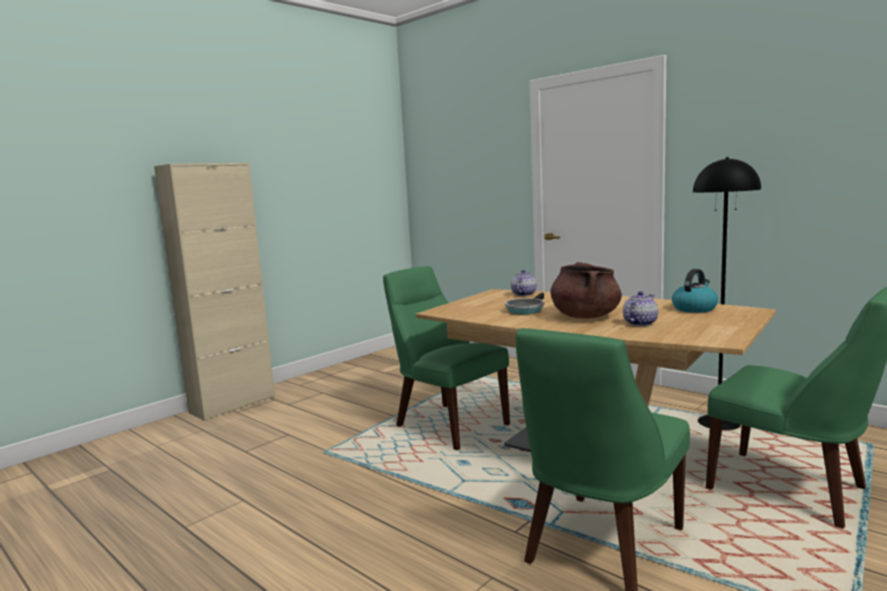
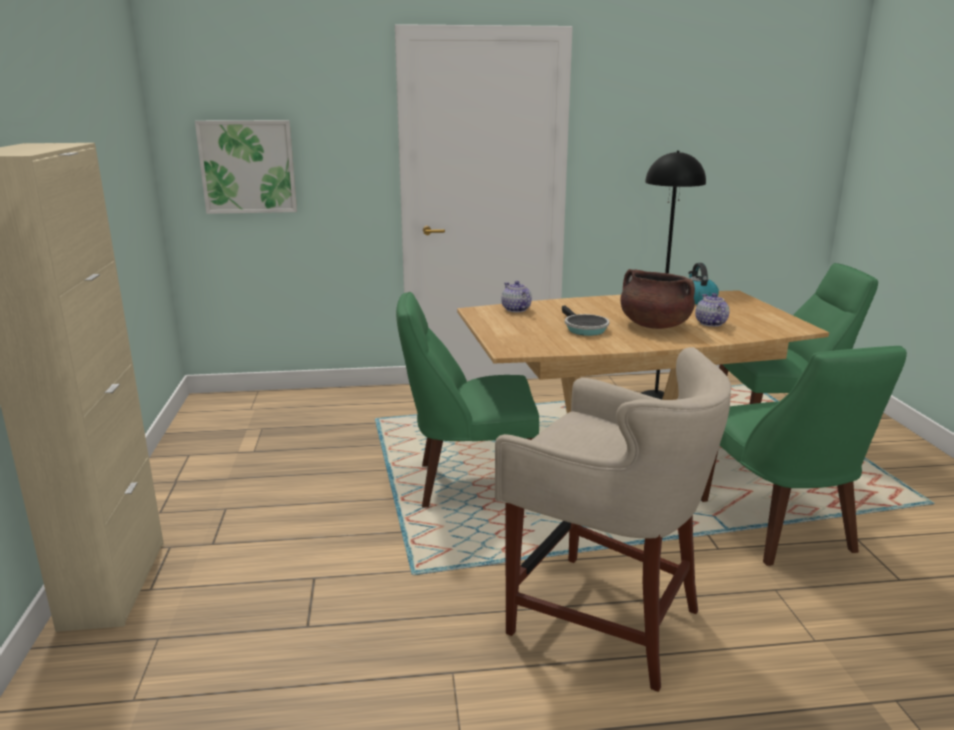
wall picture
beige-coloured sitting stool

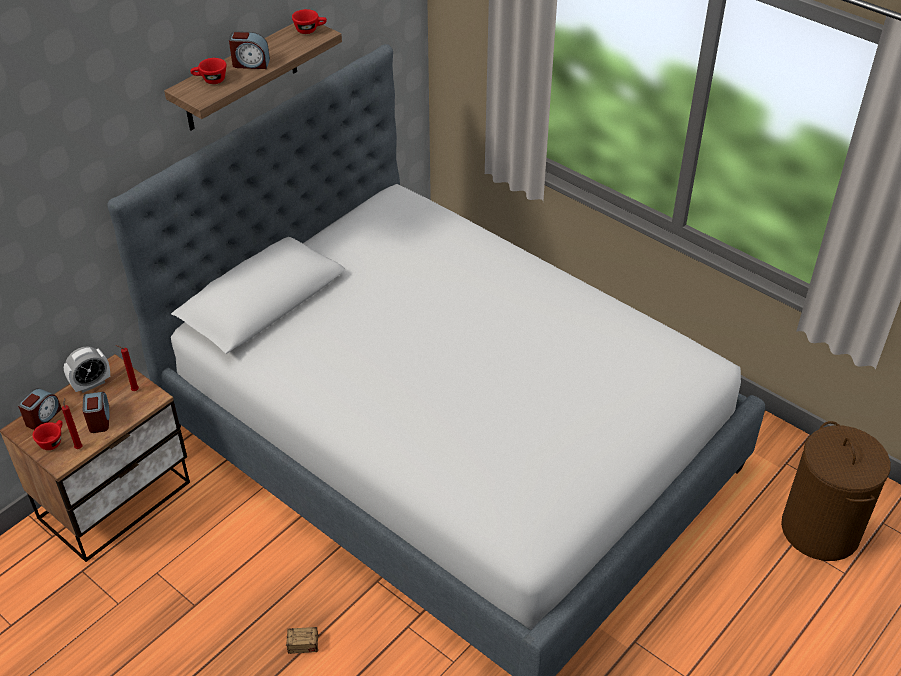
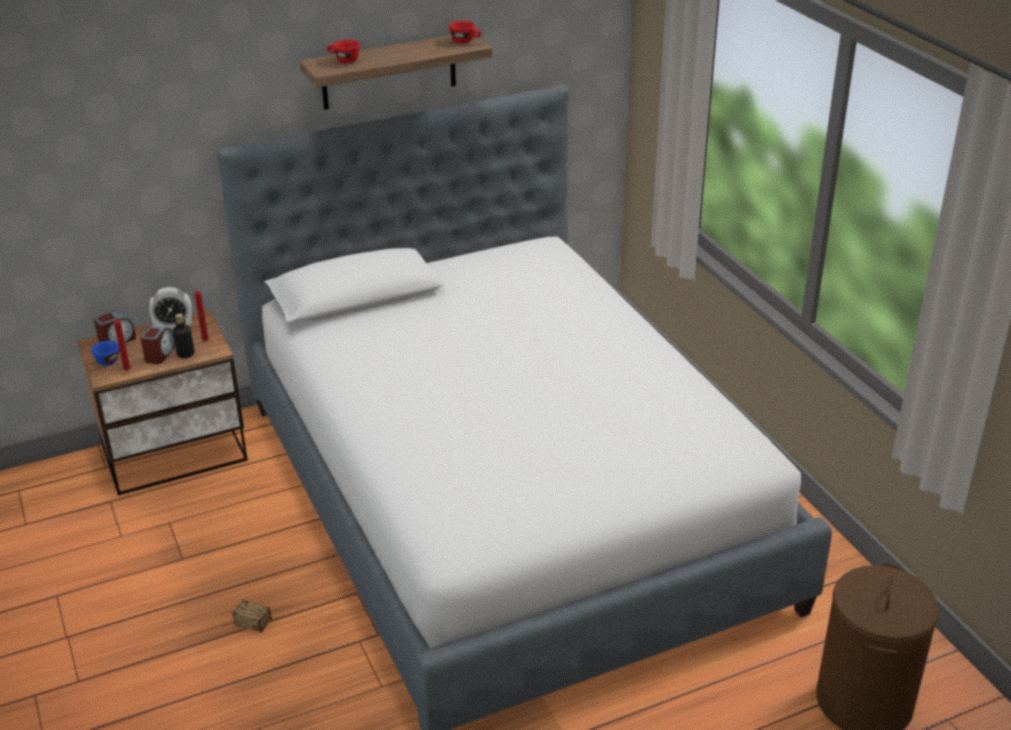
bedside clock (4th from left in the first image)
bottle
blue-coloured drinking cup

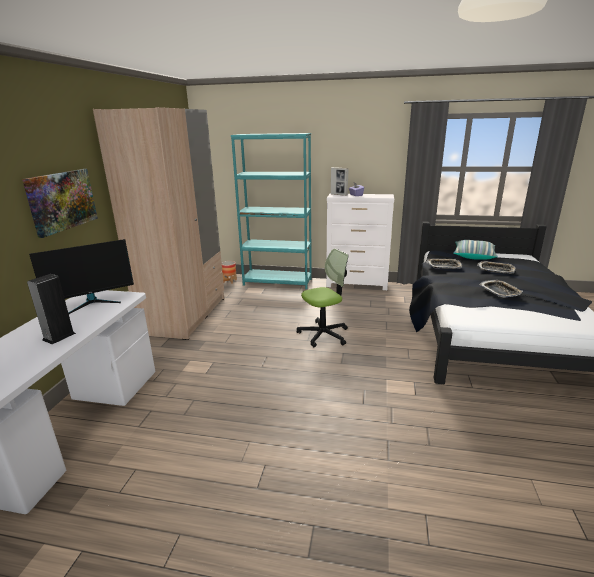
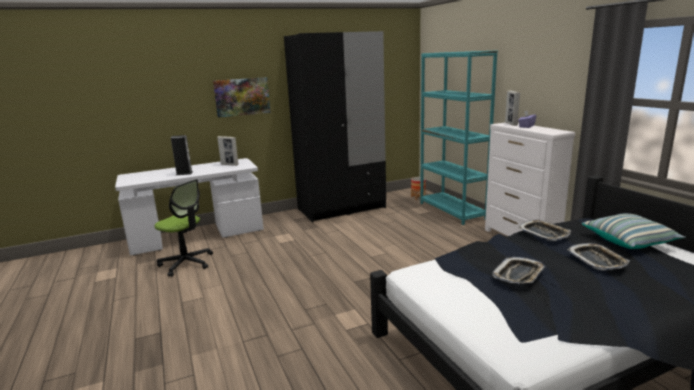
office chair
photo frame (1st from left)
black-coloured clothes cupboard

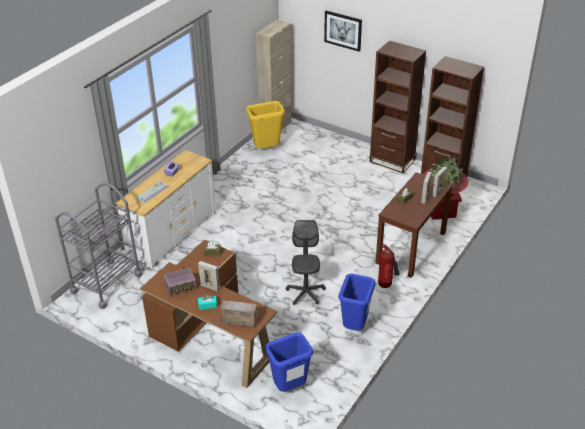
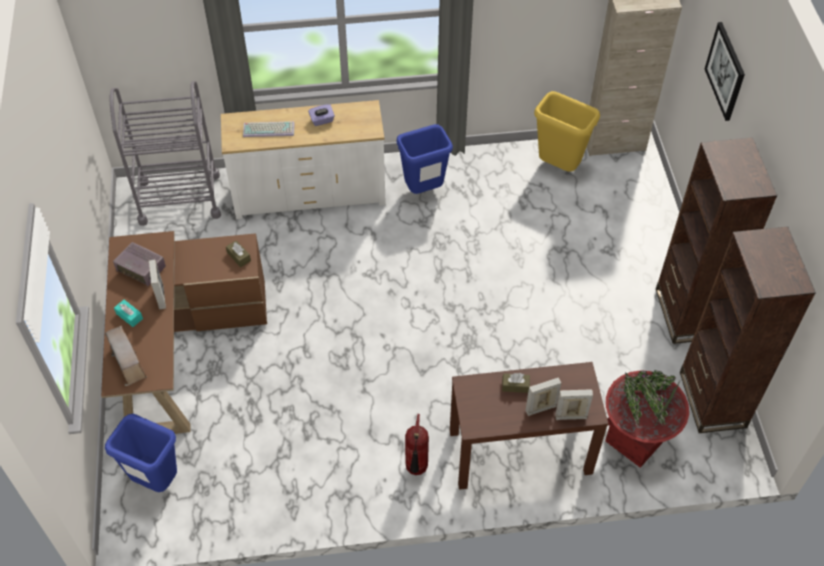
grey office chair
blue-coloured waste bin (2nd from left)

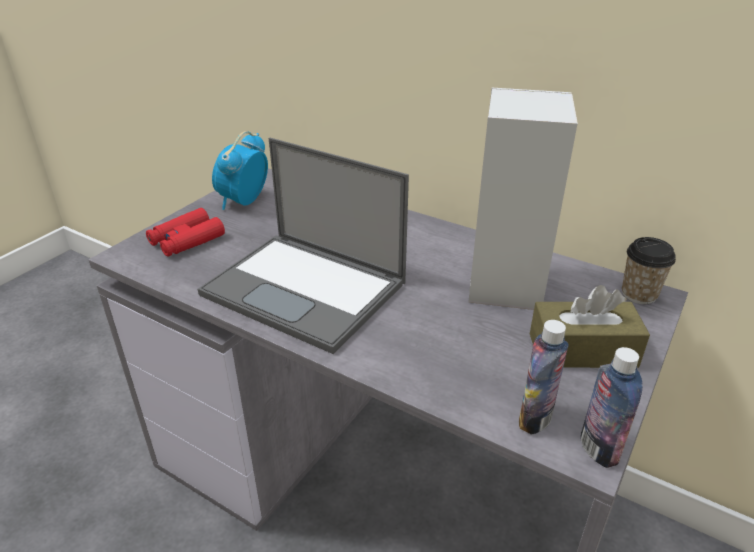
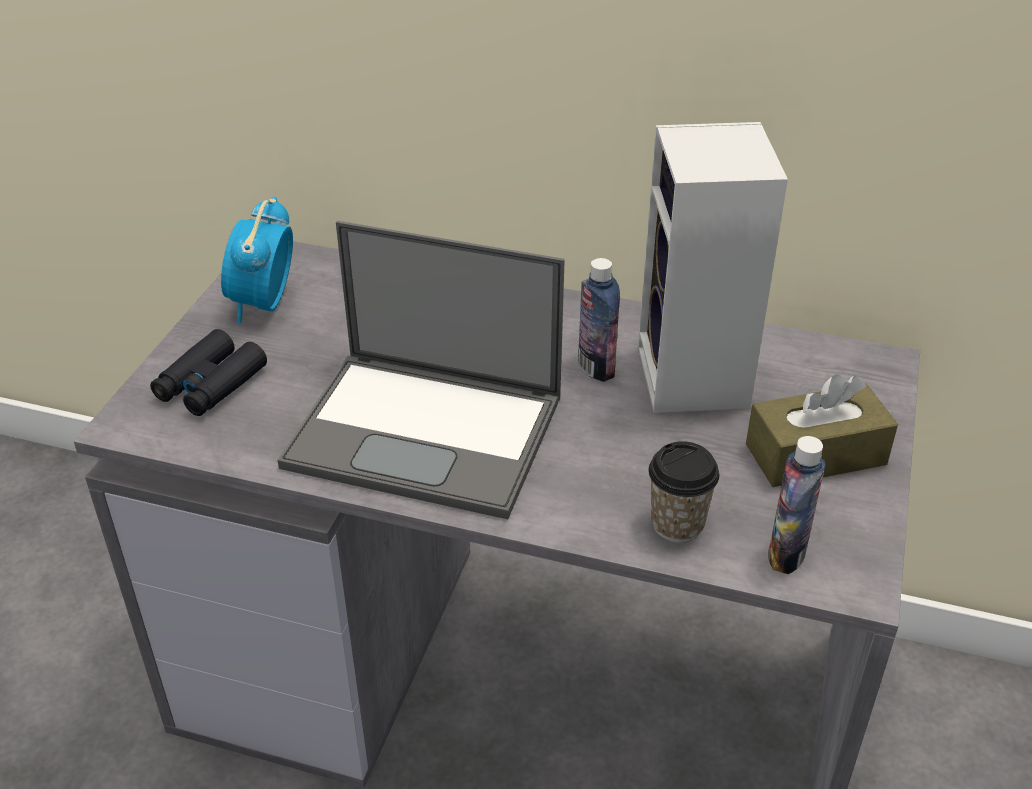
bottle (1st from left)
drinking cup
black-coloured binoculars

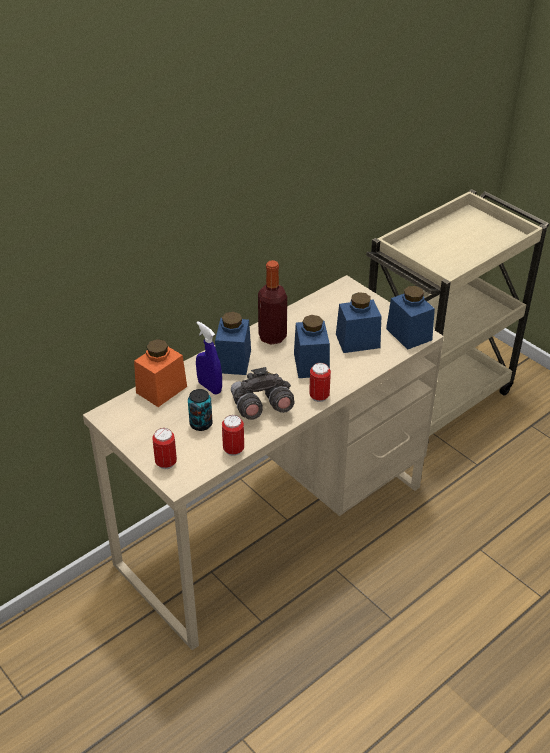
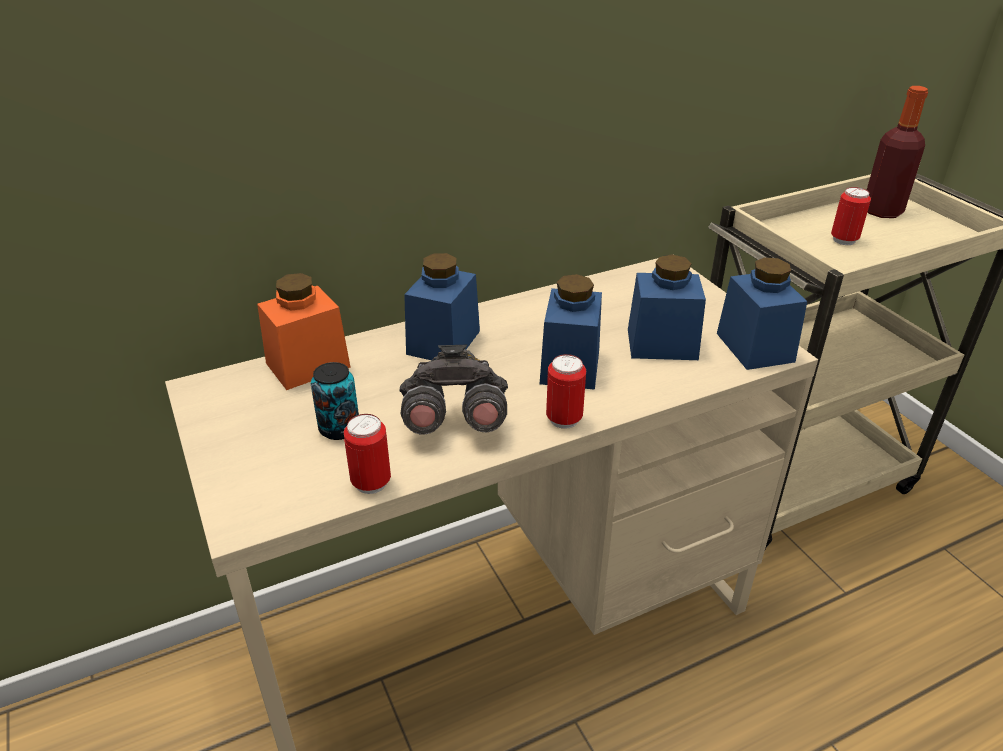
blue-coloured hand sprayer
sealed can (4th from left)
bottle

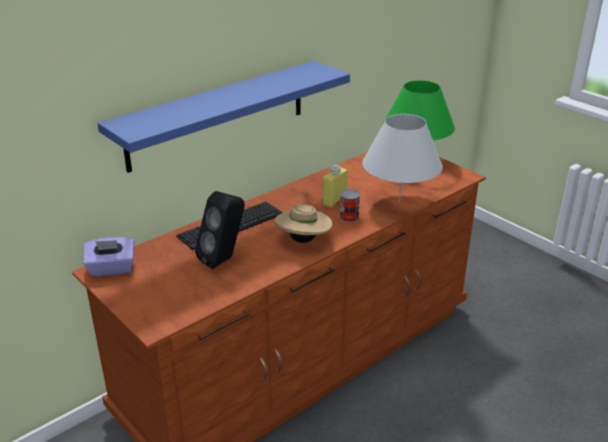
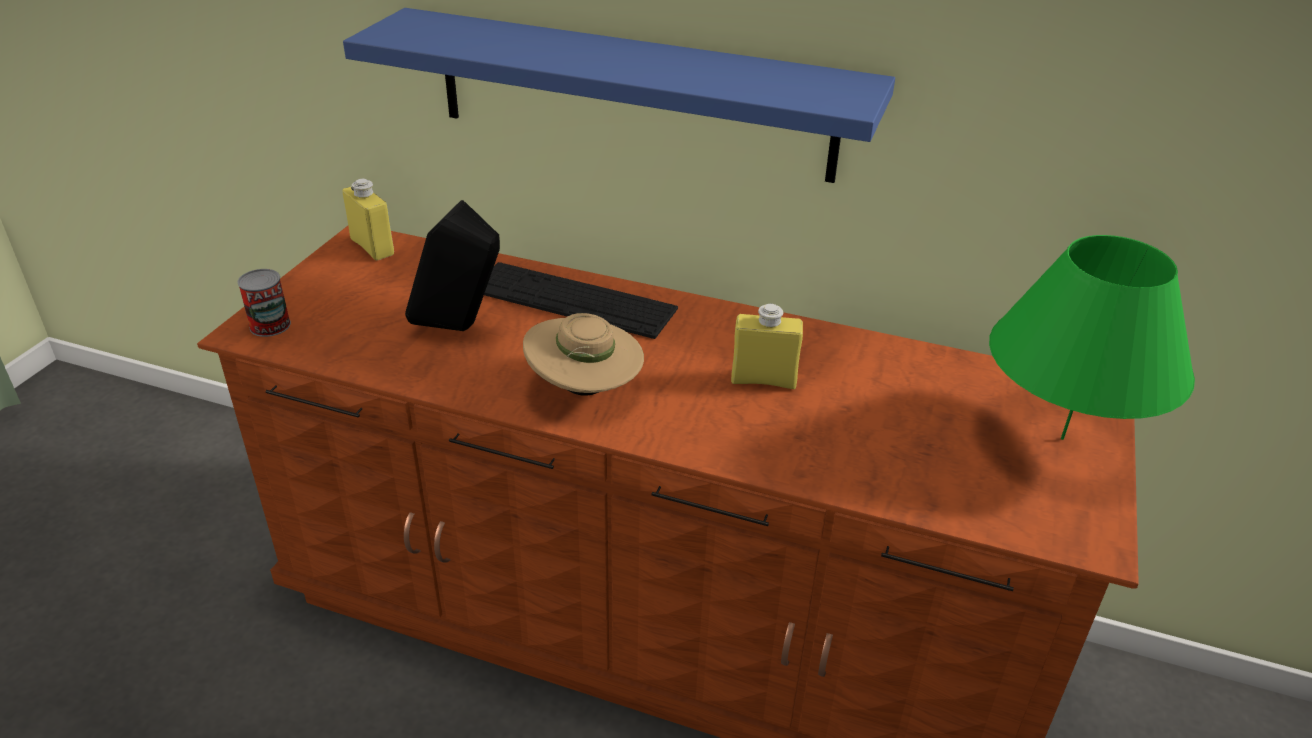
white-coloured table lamp
sealed can
yellow bottle (1st from left)

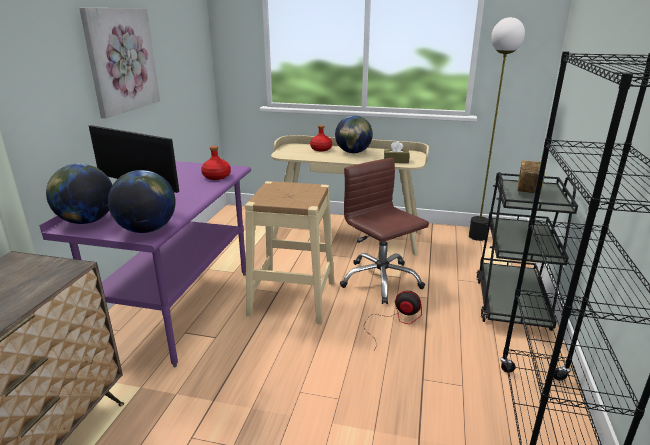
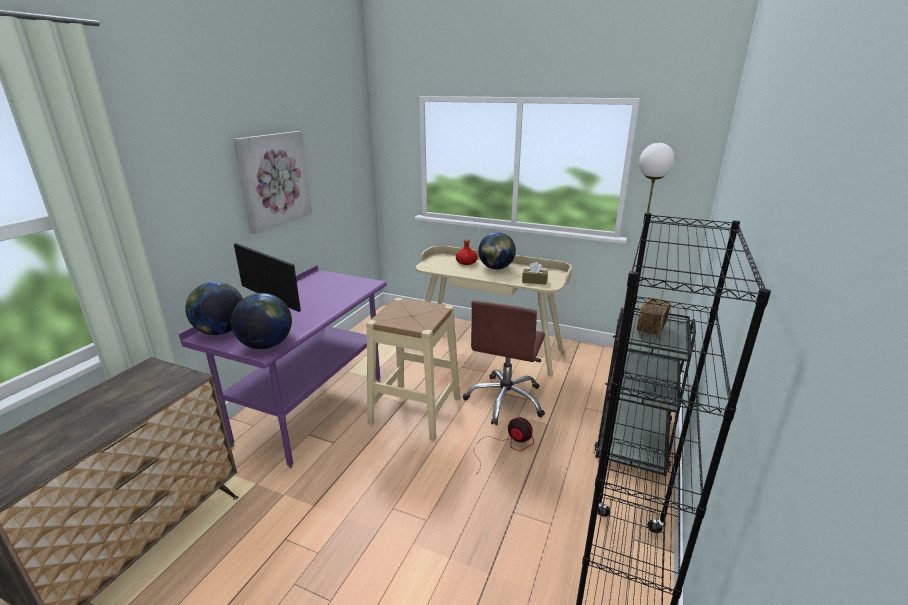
red-coloured bottle (1st from left in the first image)
brown-coloured office chair

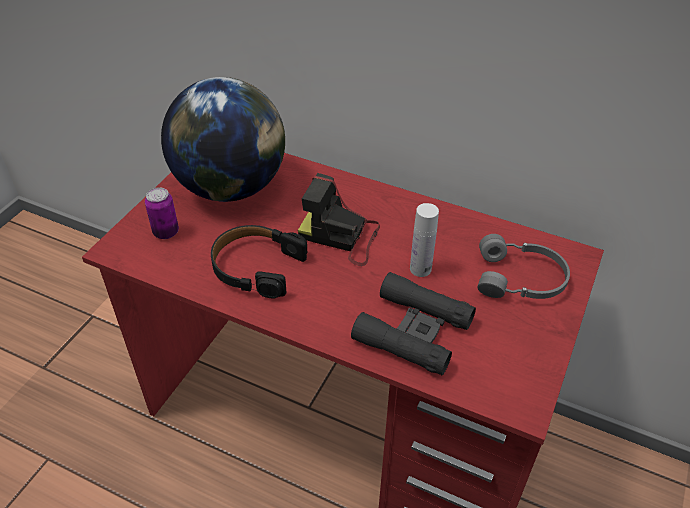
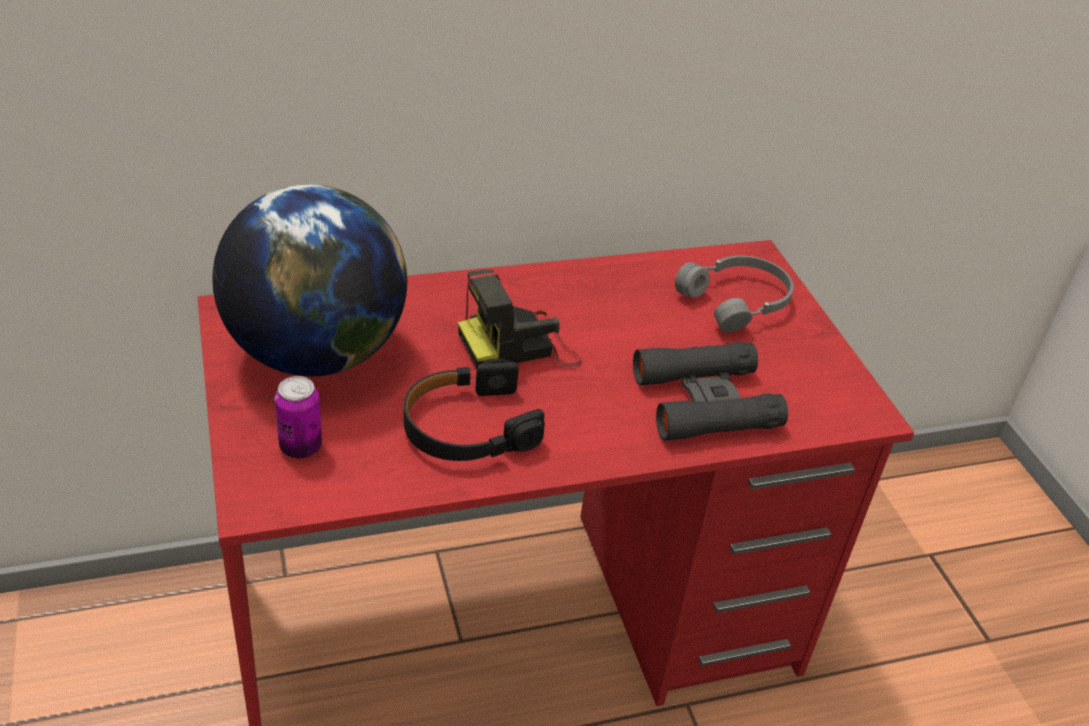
white-coloured bottle

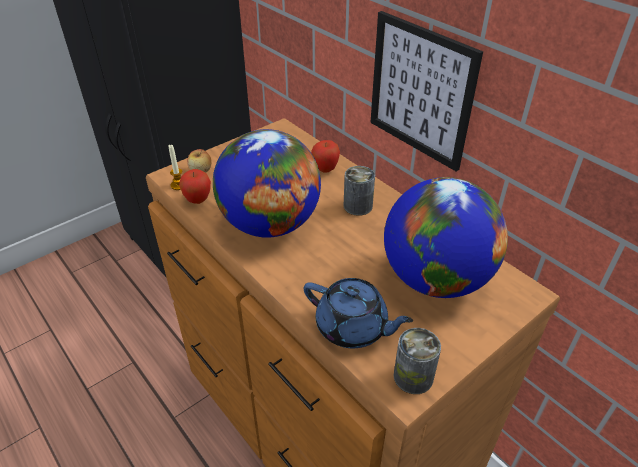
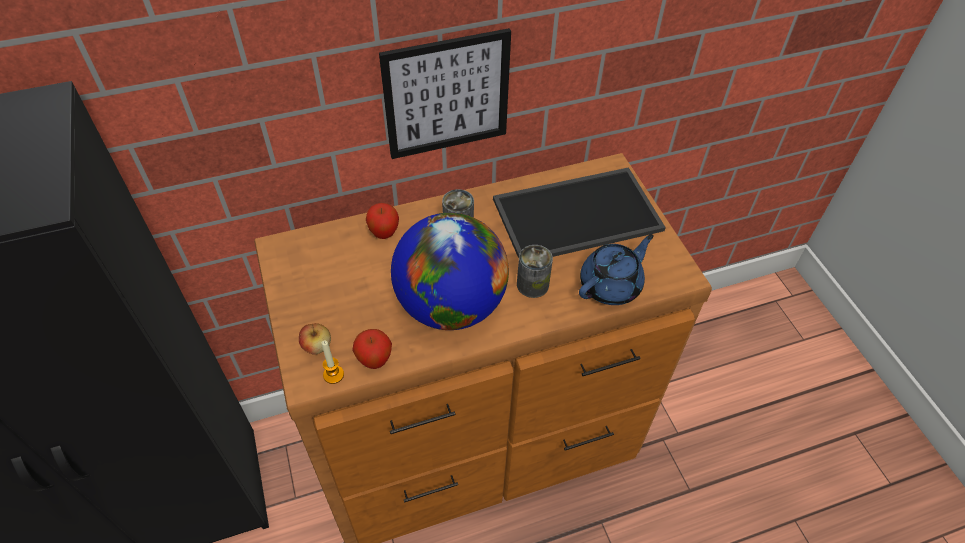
sealed can (2nd from left)
tray

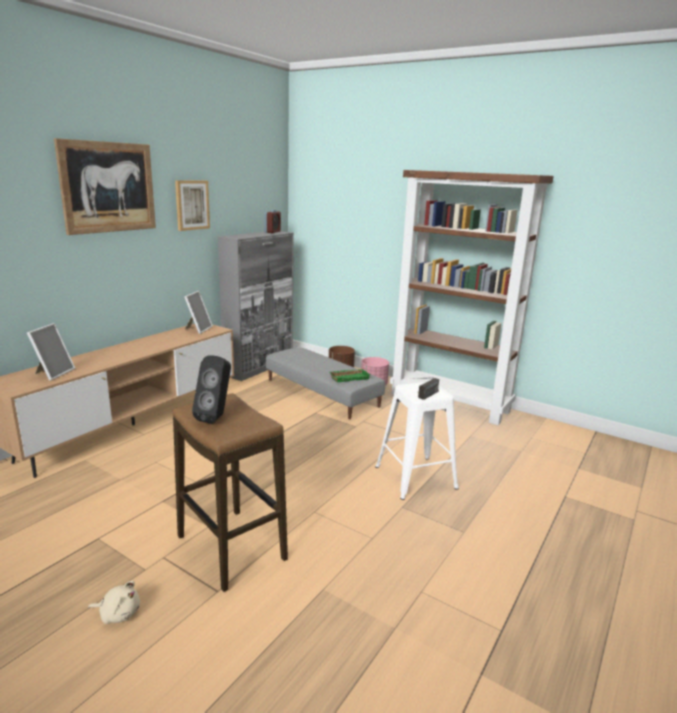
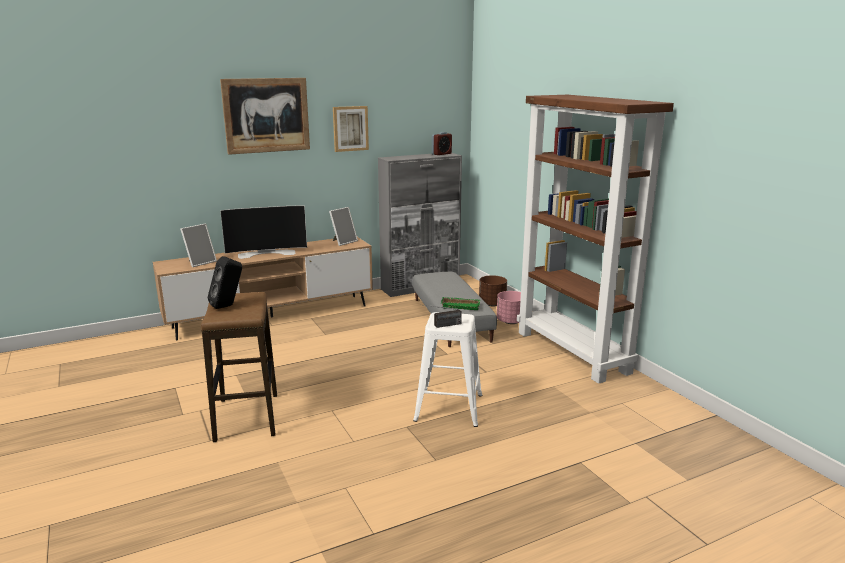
beige-coloured plush toy
TV set

